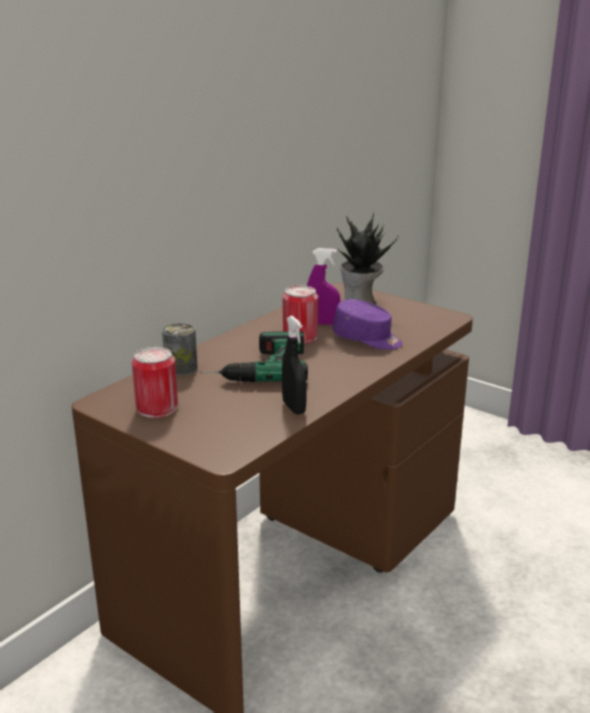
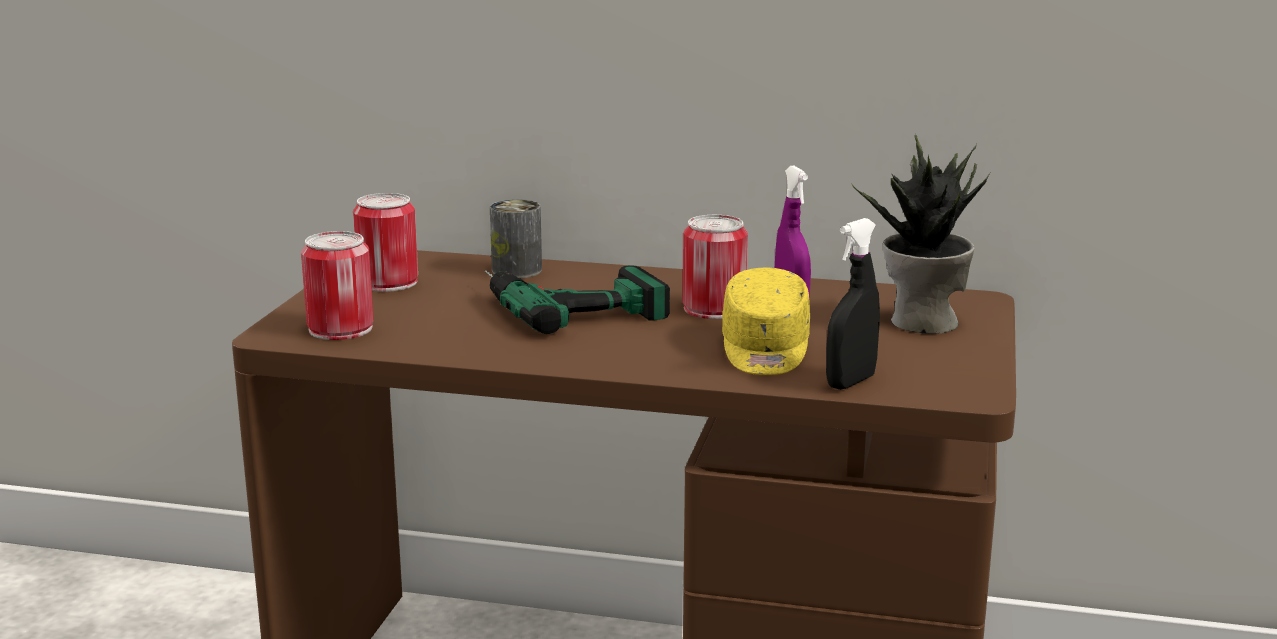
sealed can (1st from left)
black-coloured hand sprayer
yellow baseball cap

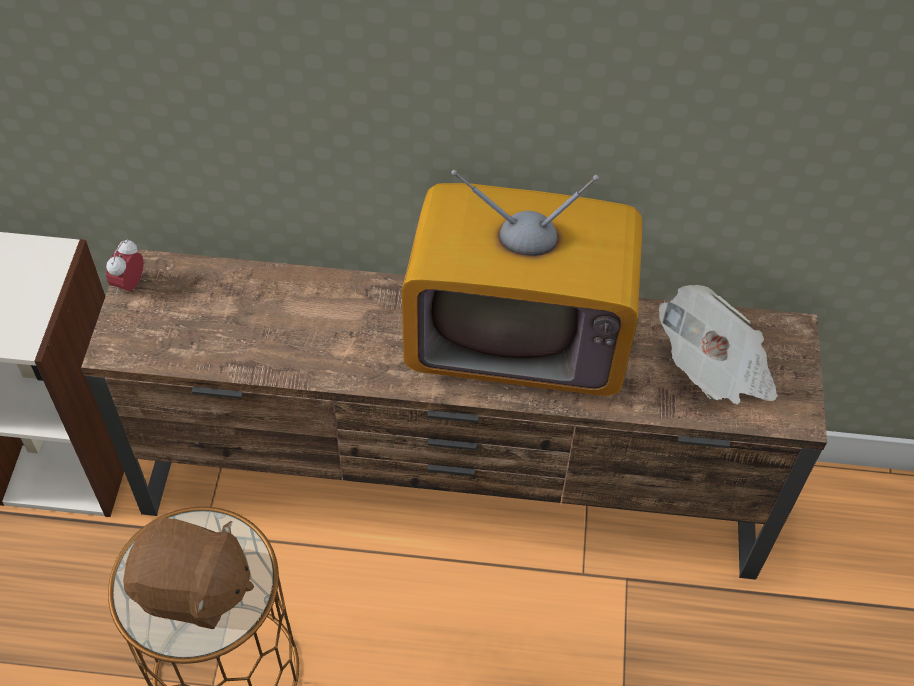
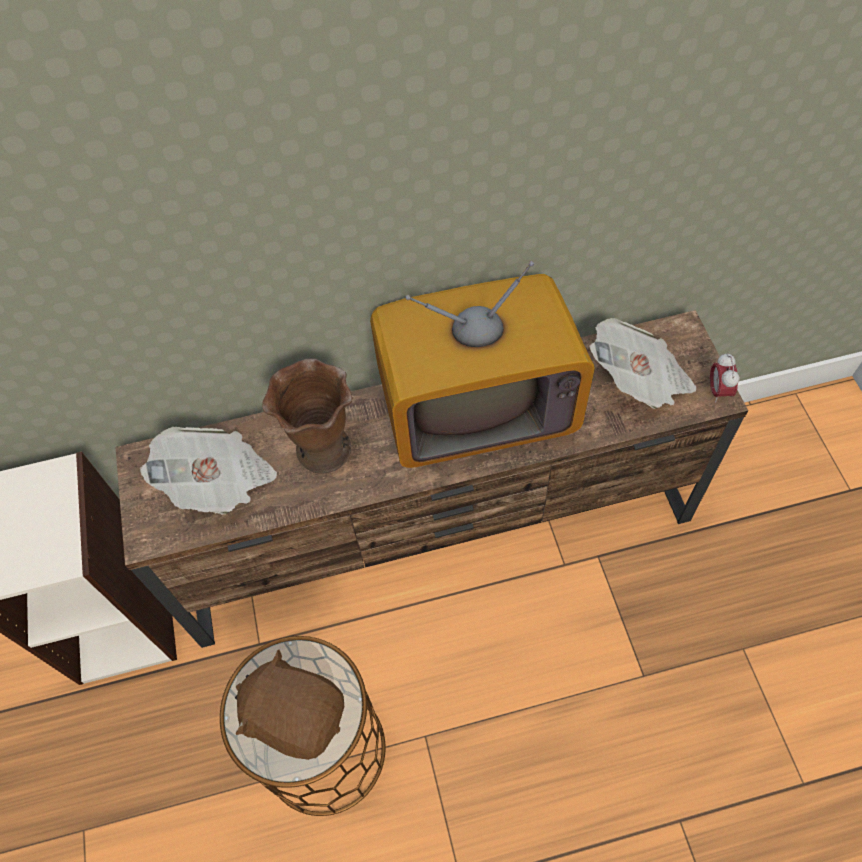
printed paper (1st from left)
brown-coloured vase
bedside clock
brown-coloured plush toy

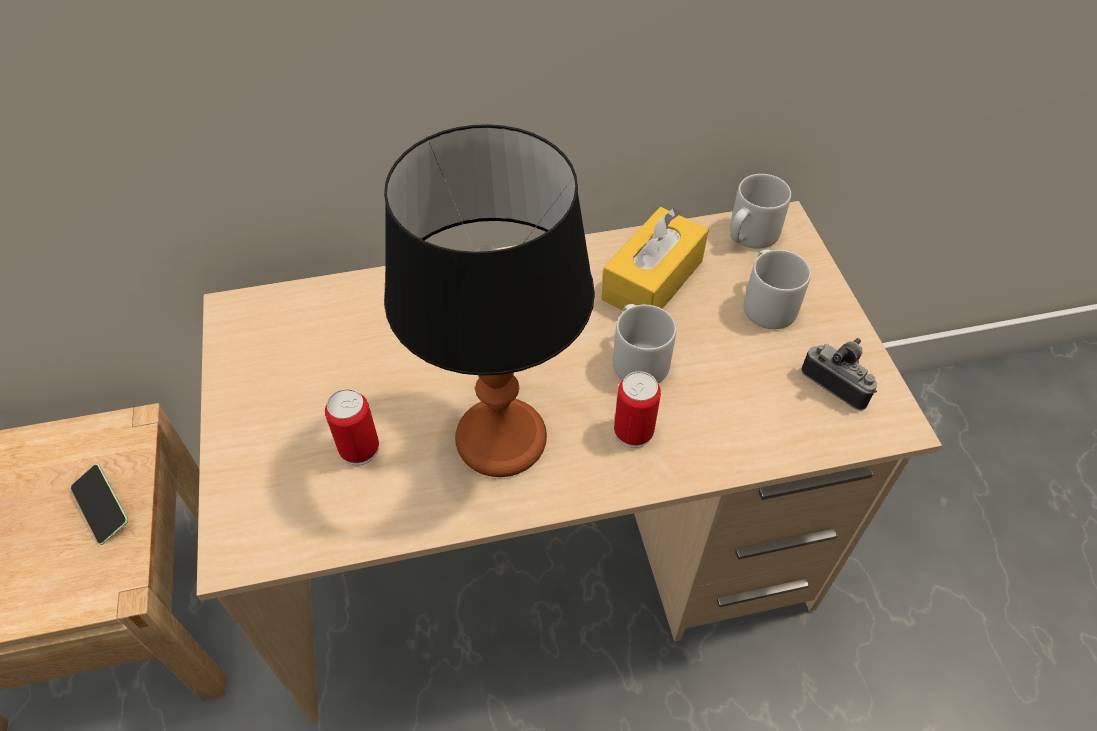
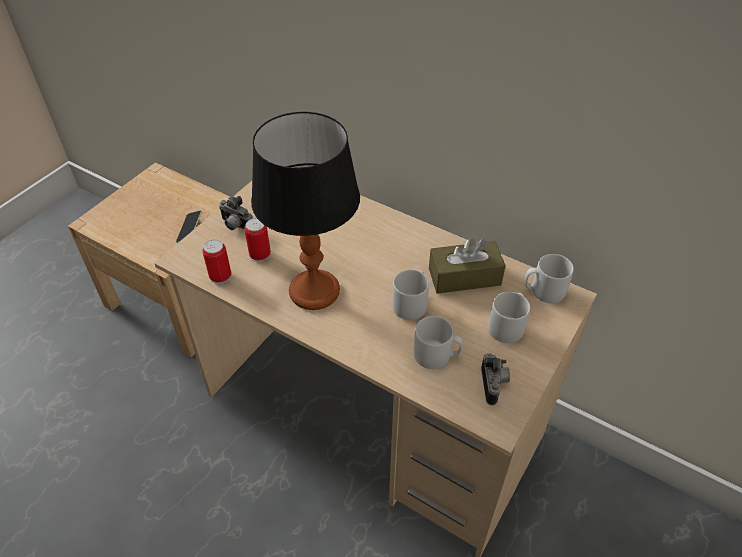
photo camera (1st from left)
grey mug (2nd from left)
sealed can (1st from left)
brown-coloured box of tissues

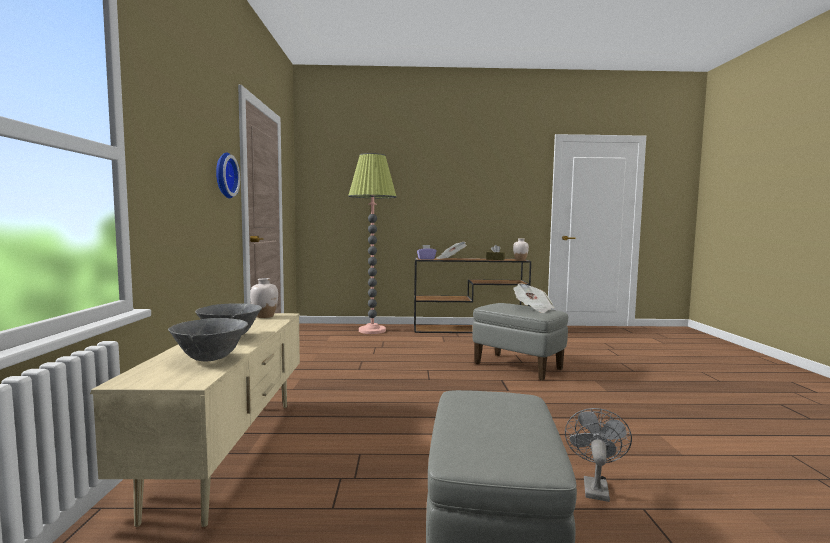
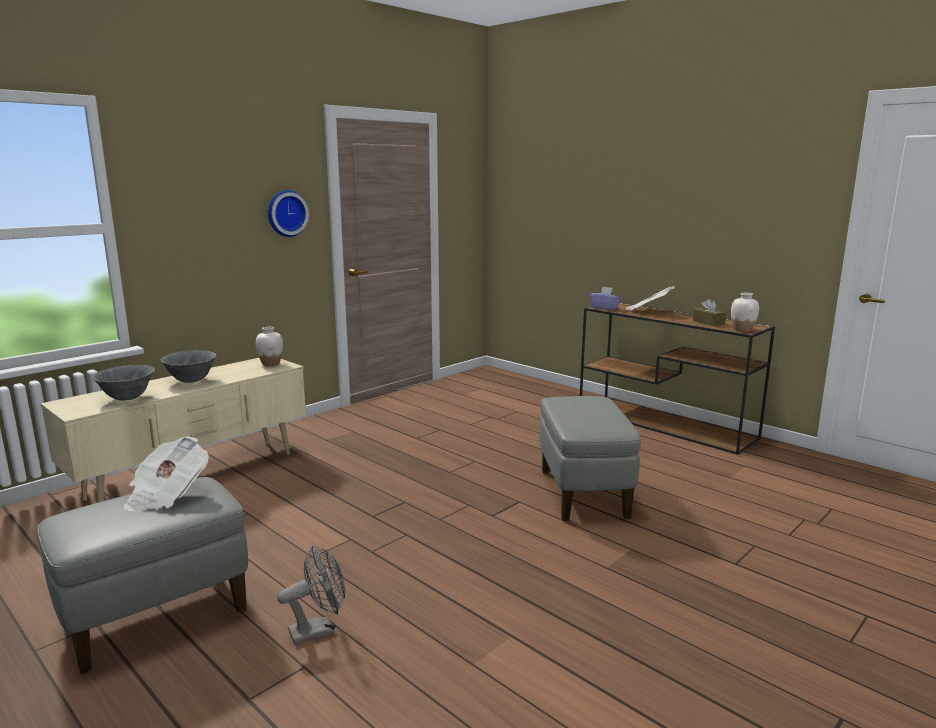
standard lamp
printed paper (1st from left)

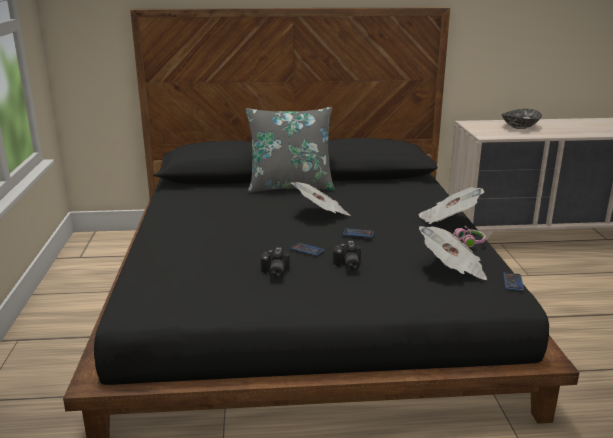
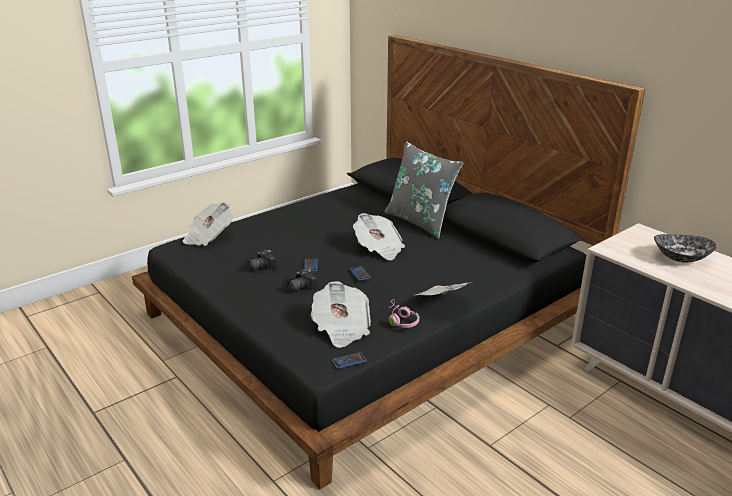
printed paper (1st from left)

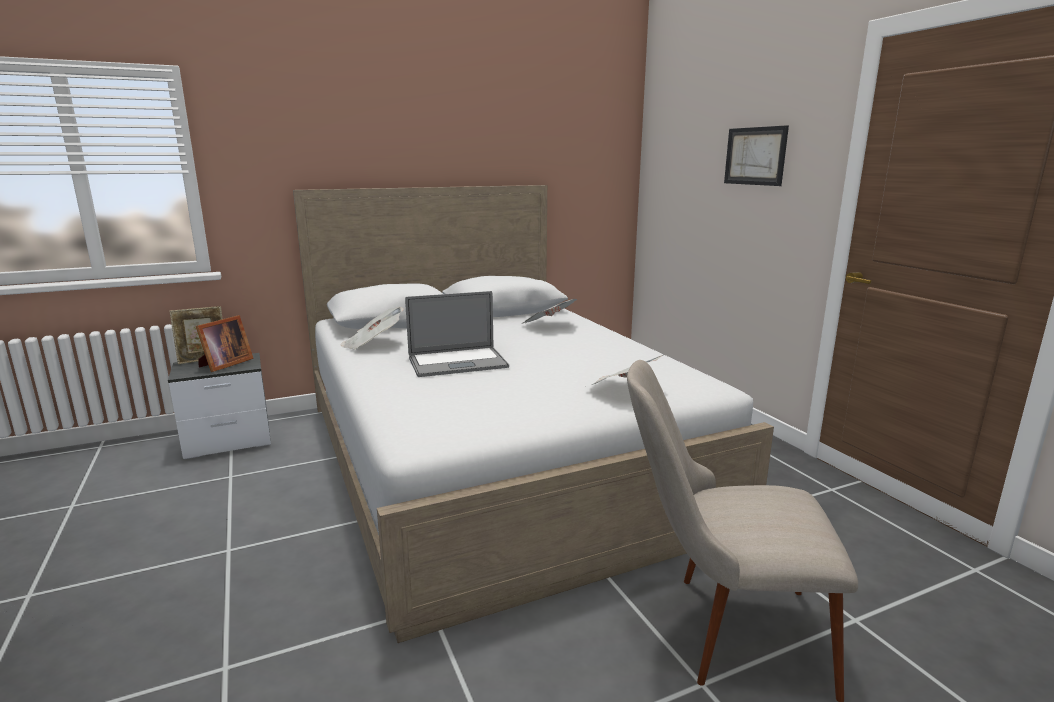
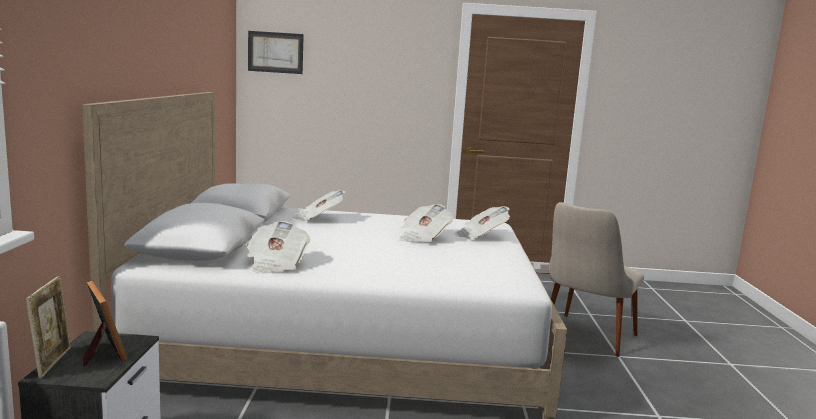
laptop
printed paper (3rd from left)
wall picture

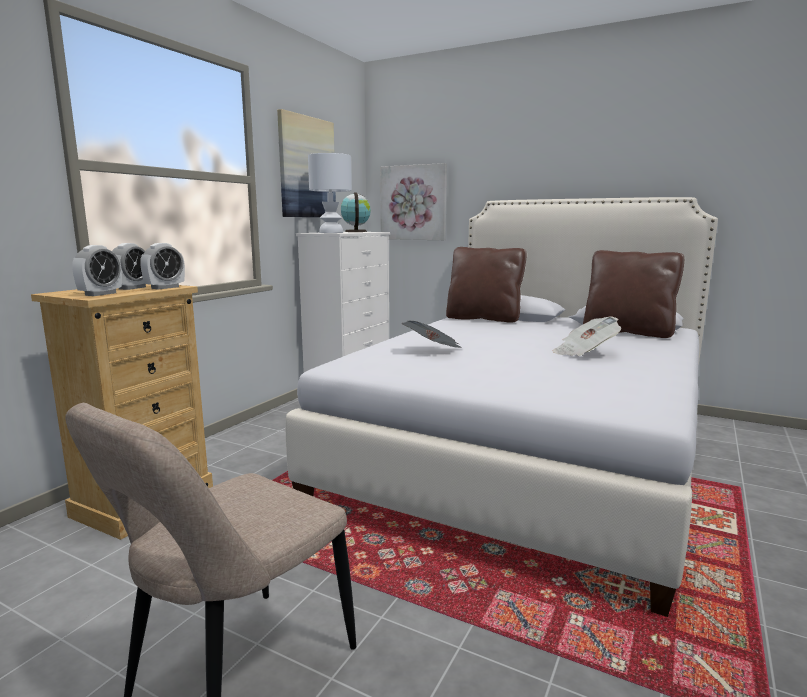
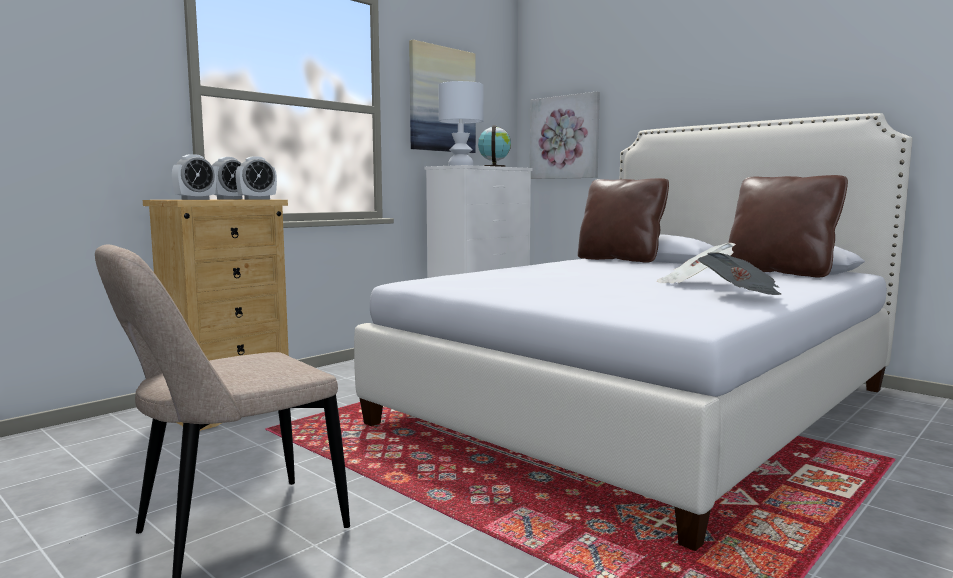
printed paper (2nd from left)

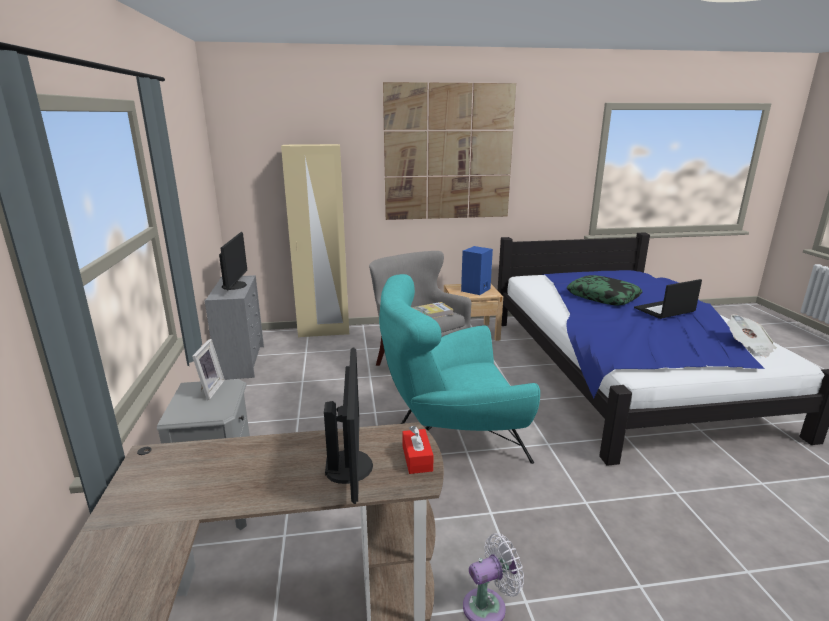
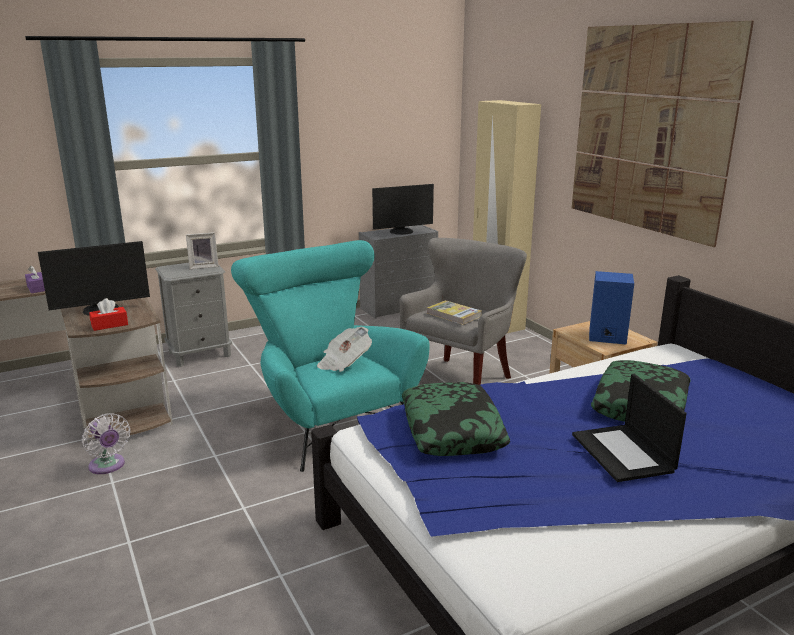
purplish box of tissues
pillow (1st from left)
printed paper
laptop

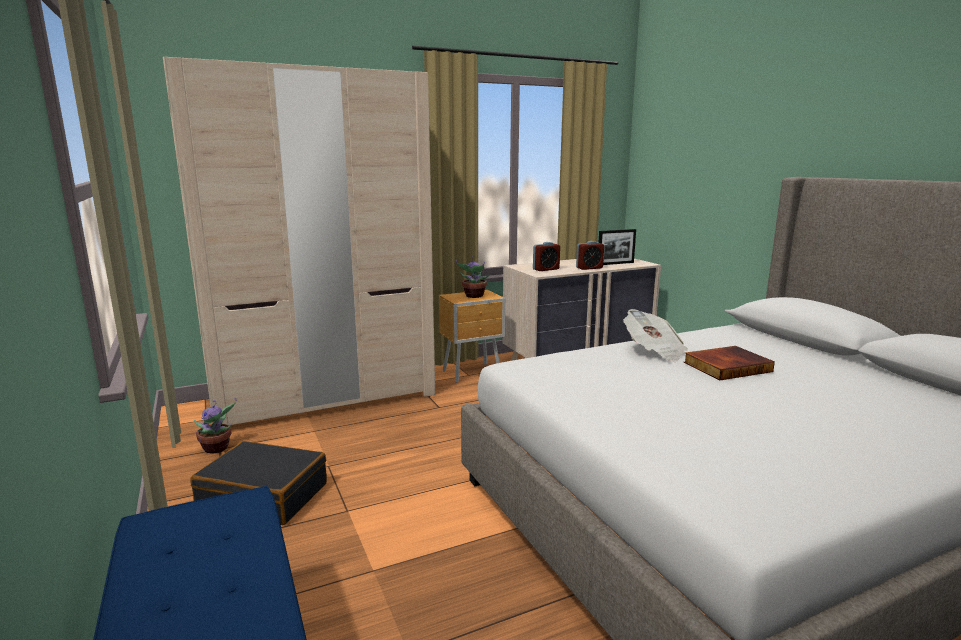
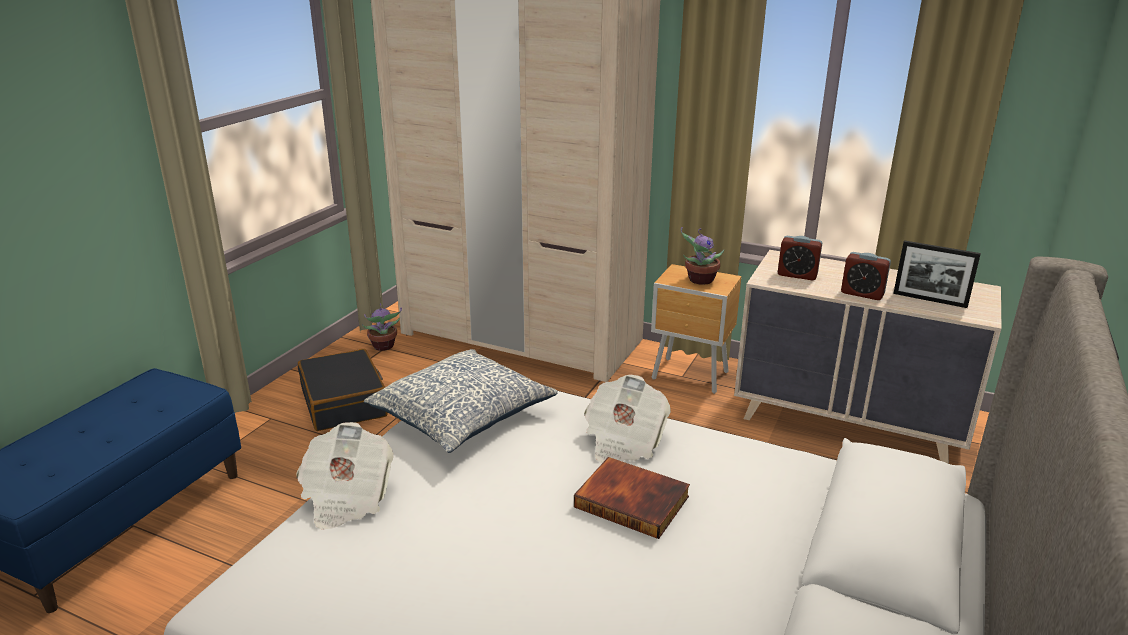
printed paper (1st from left)
pillow

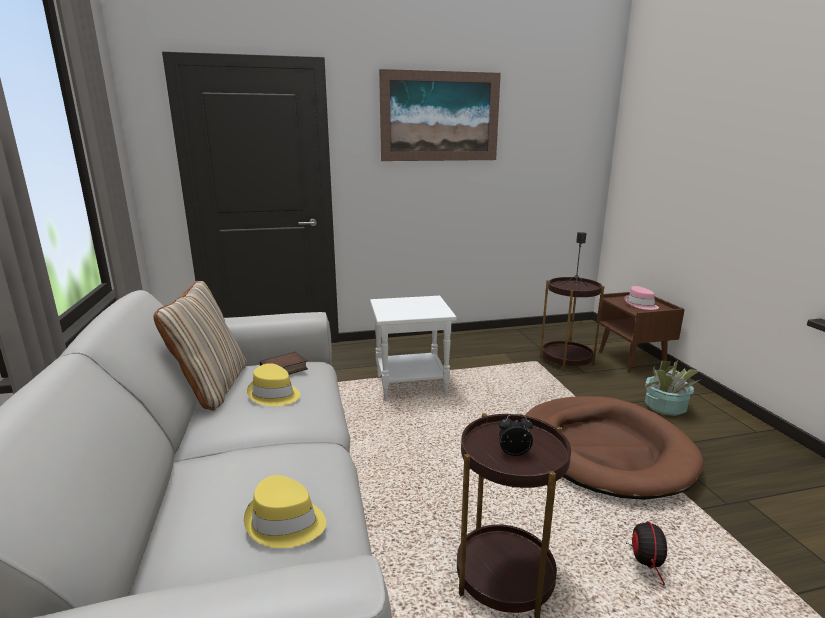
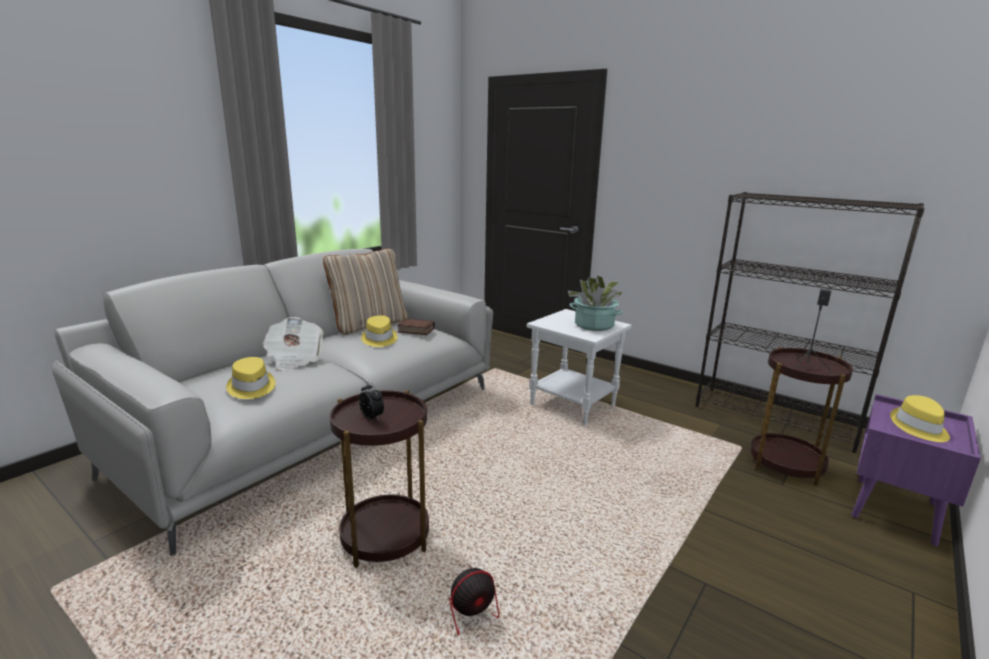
wall picture
brown-coloured pet bed
printed paper
black-coloured bookcase
houseplant
purplish bedside table
yellow clothing hat (3rd from left)

